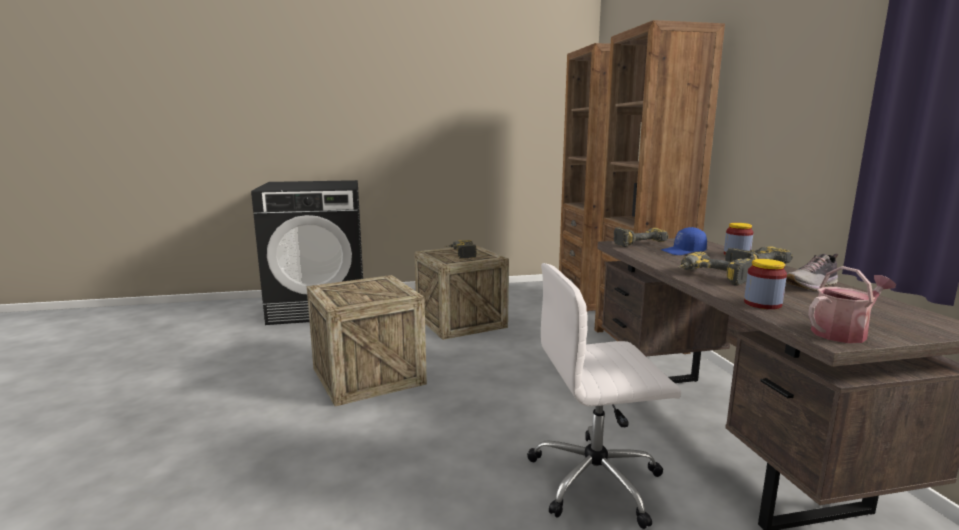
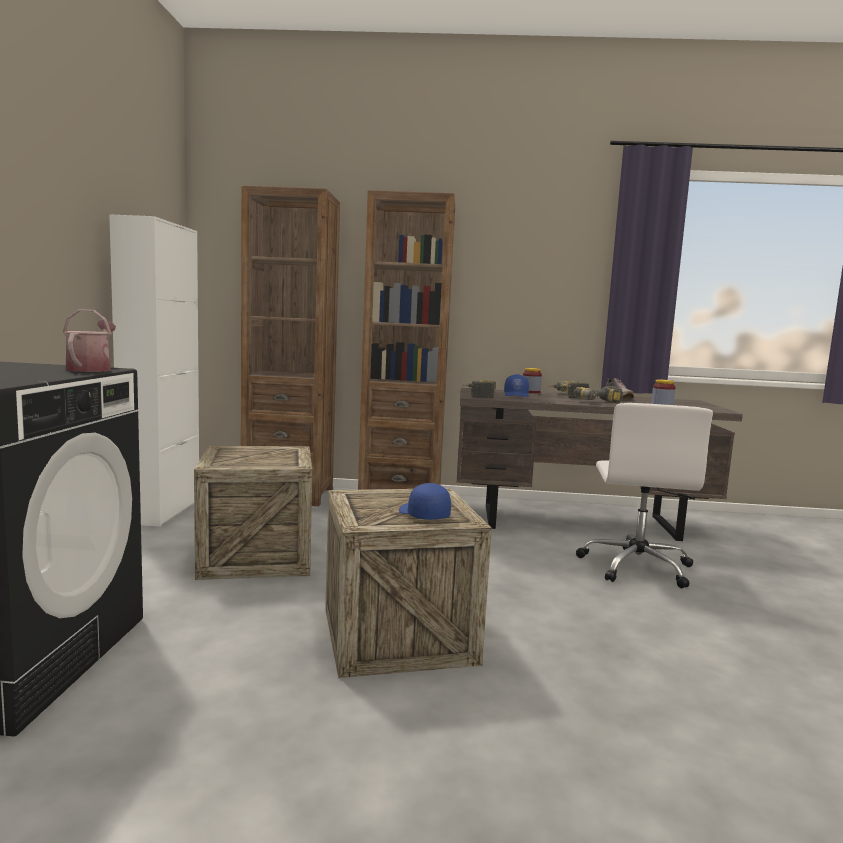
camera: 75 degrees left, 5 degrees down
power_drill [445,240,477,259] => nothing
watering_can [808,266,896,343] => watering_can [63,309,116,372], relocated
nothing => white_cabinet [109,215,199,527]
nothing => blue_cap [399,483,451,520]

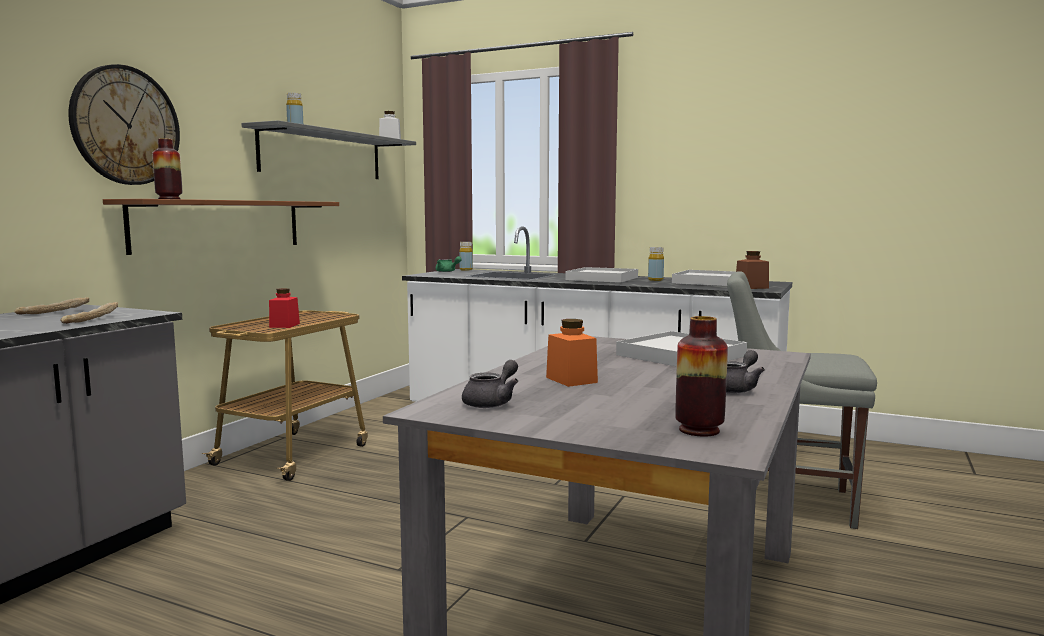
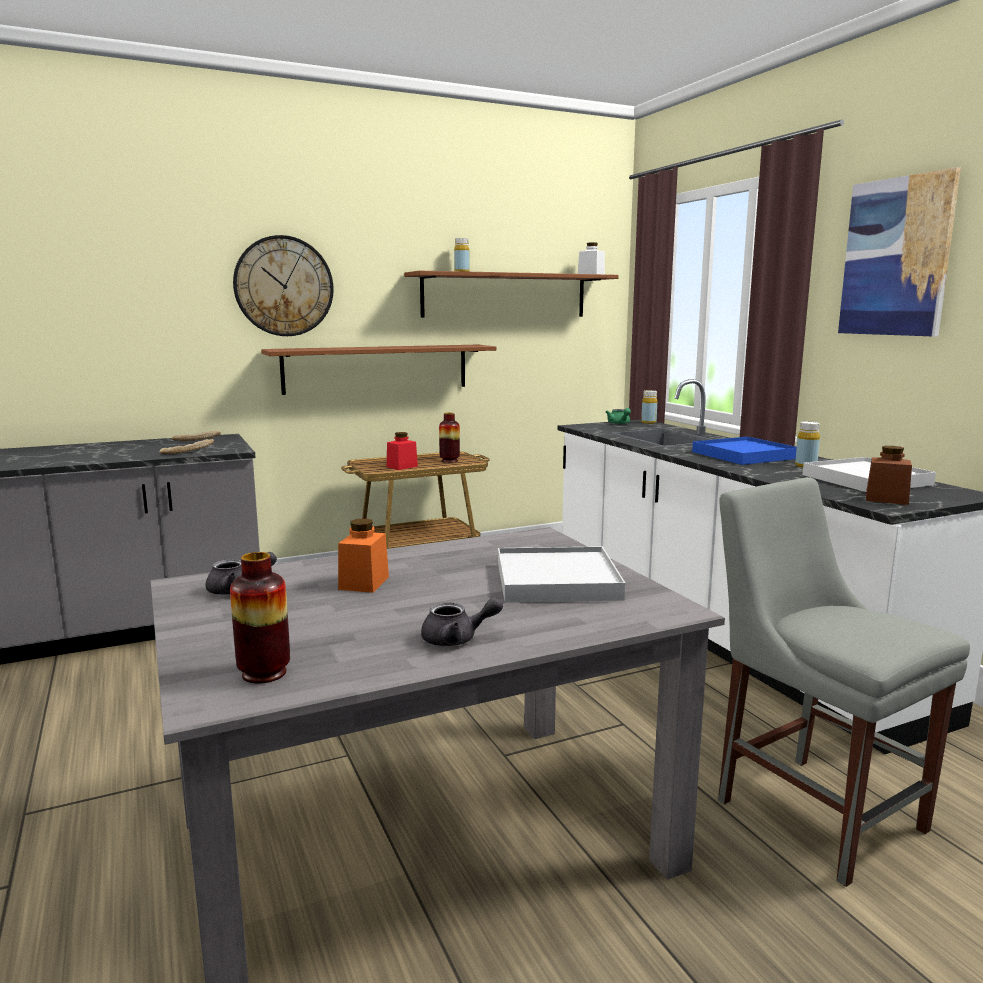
camera: 40 degrees right, 5 degrees up
vase [152,138,182,199] => vase [439,413,460,463], relocated
grey_shelf [241,120,416,179] => brown_shelf [404,271,619,317]
white_tray [565,267,638,283] => blue_tray [692,437,797,465]
nothing => picture [838,167,961,337]

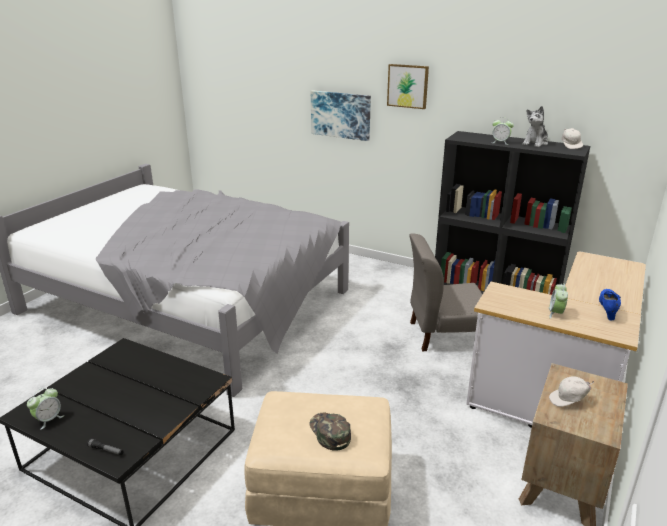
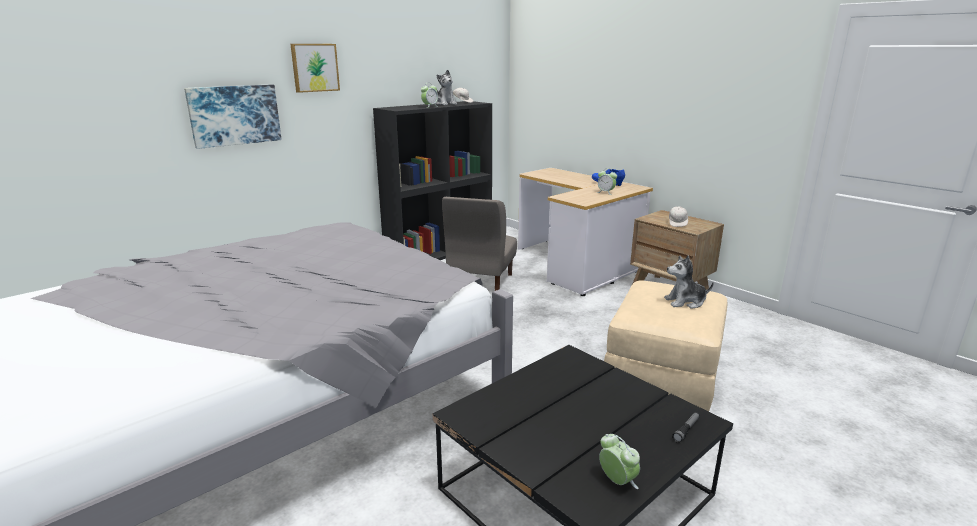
camera: 70 degrees left, 5 degrees down
green_cap [310,413,351,451] => plush_toy [664,255,714,309]

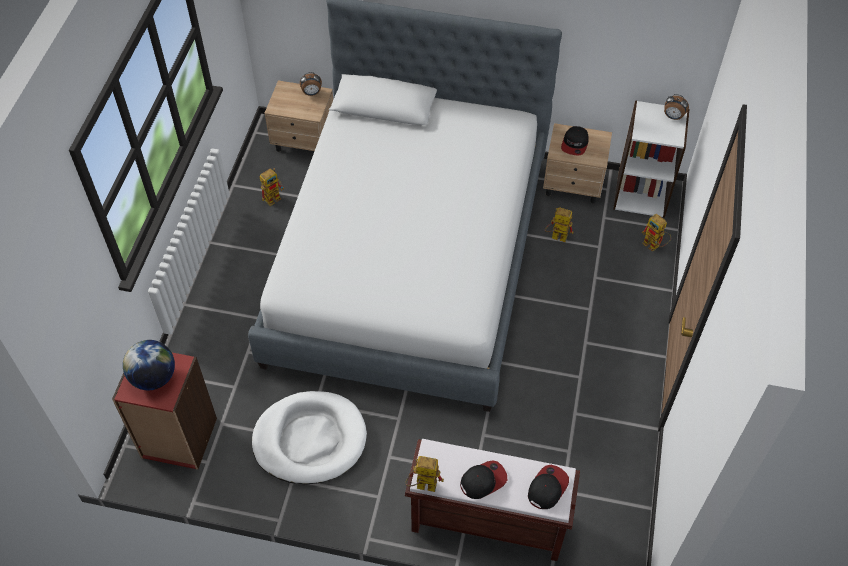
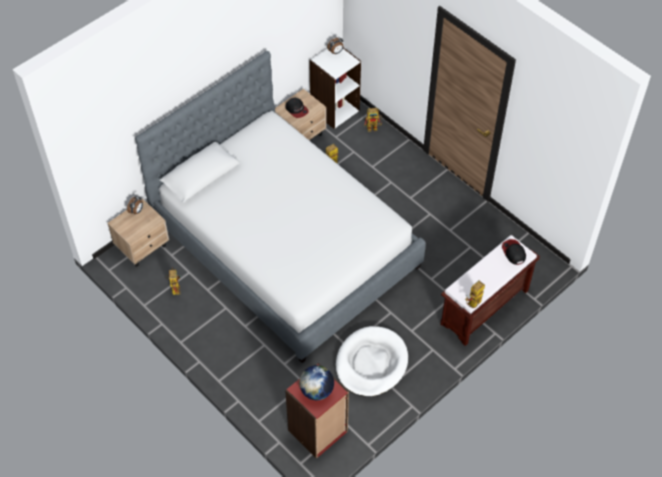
camera: 55 degrees left, 0 degrees up
cap [460,460,507,499] => nothing

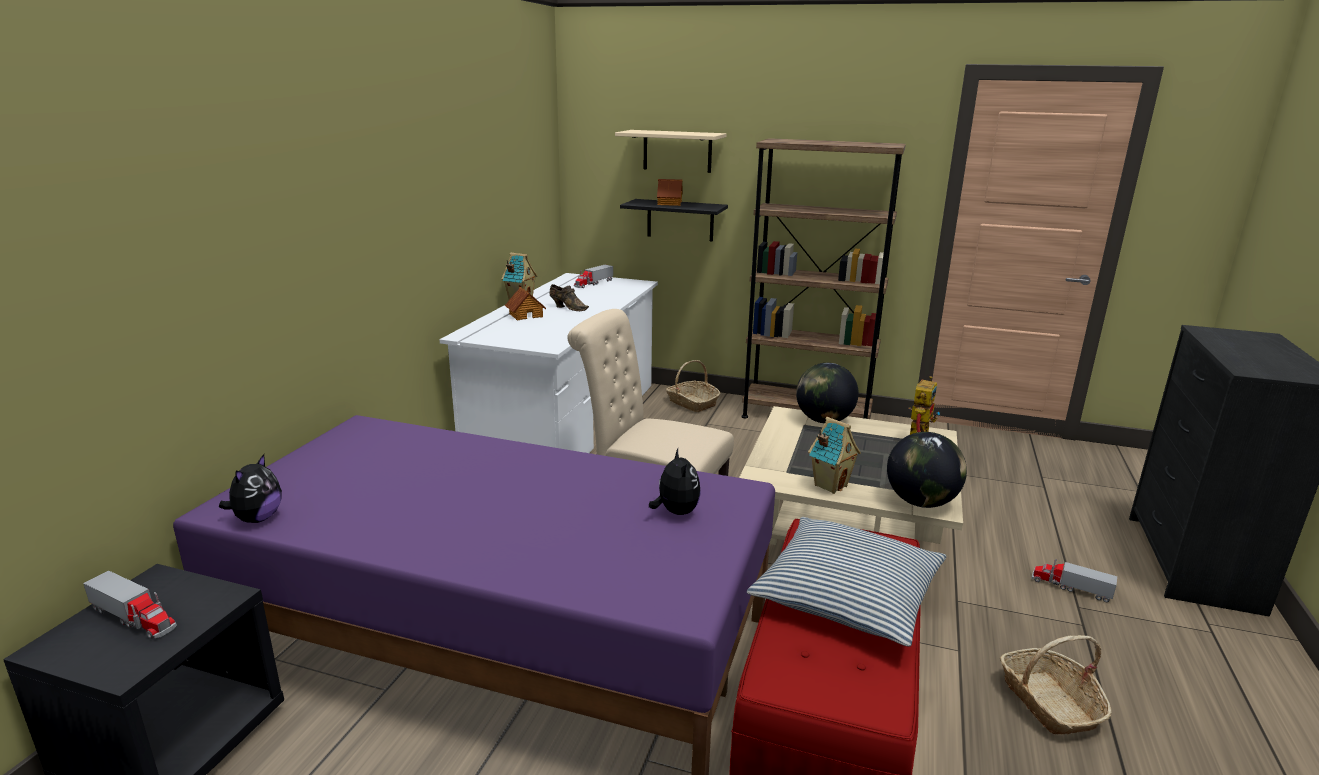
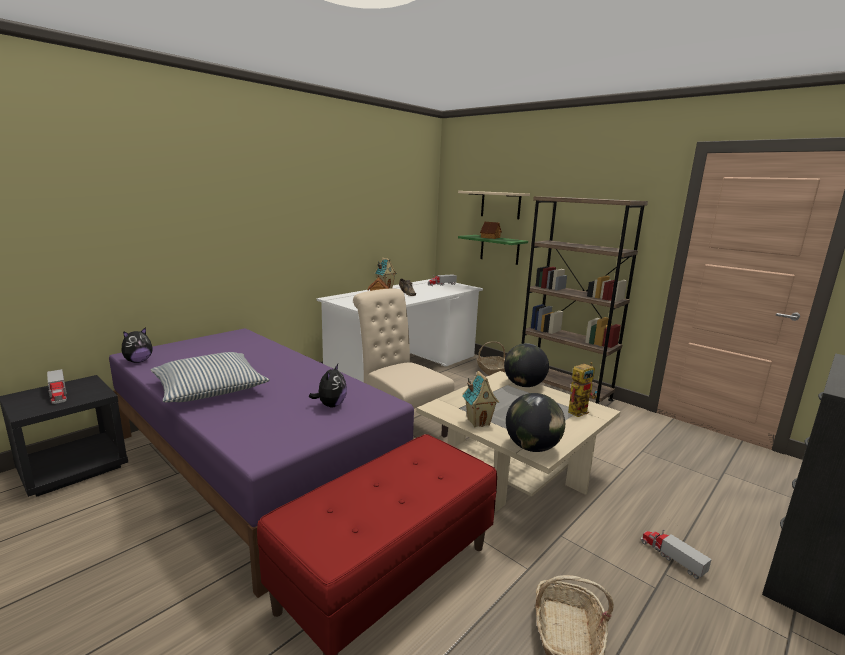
camera: 25 degrees right, 5 degrees down
black_shelf [620,199,728,242] => green_shelf [458,235,528,265]
pillow [747,517,947,647] => pillow [151,352,270,403], relocated

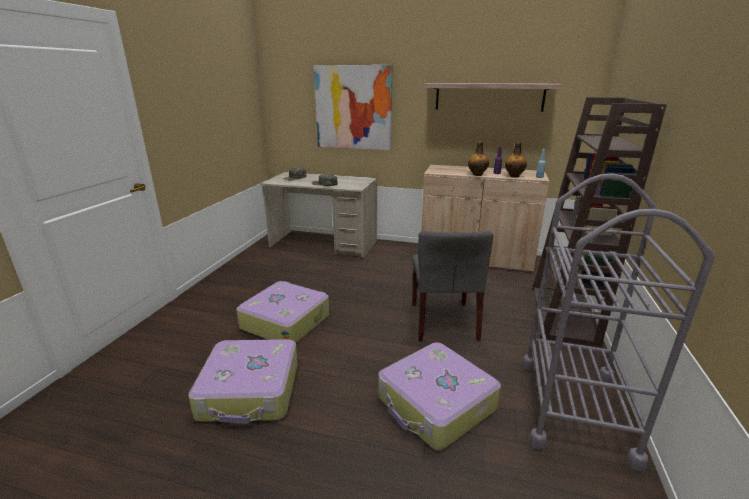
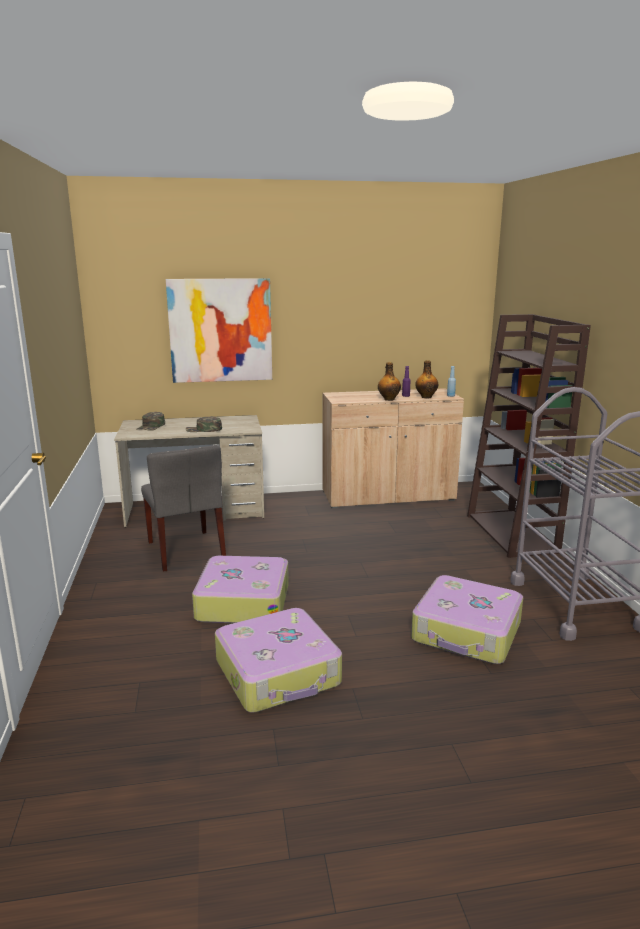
camera: 25 degrees left, 5 degrees down
grey_chair [412,231,493,342] => grey_chair [141,445,226,572], relocated
shelf [424,83,562,112] => nothing

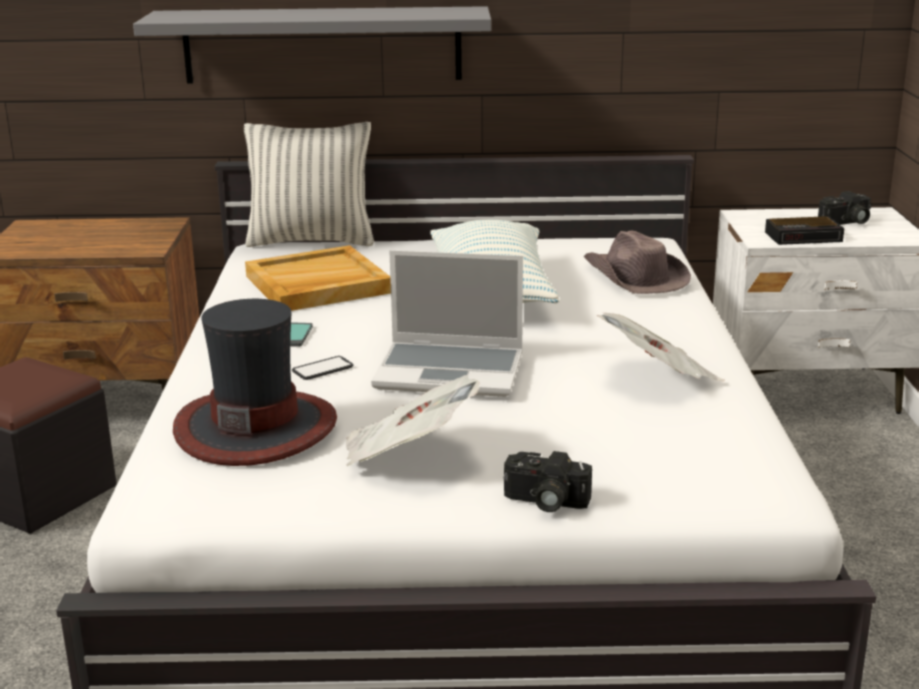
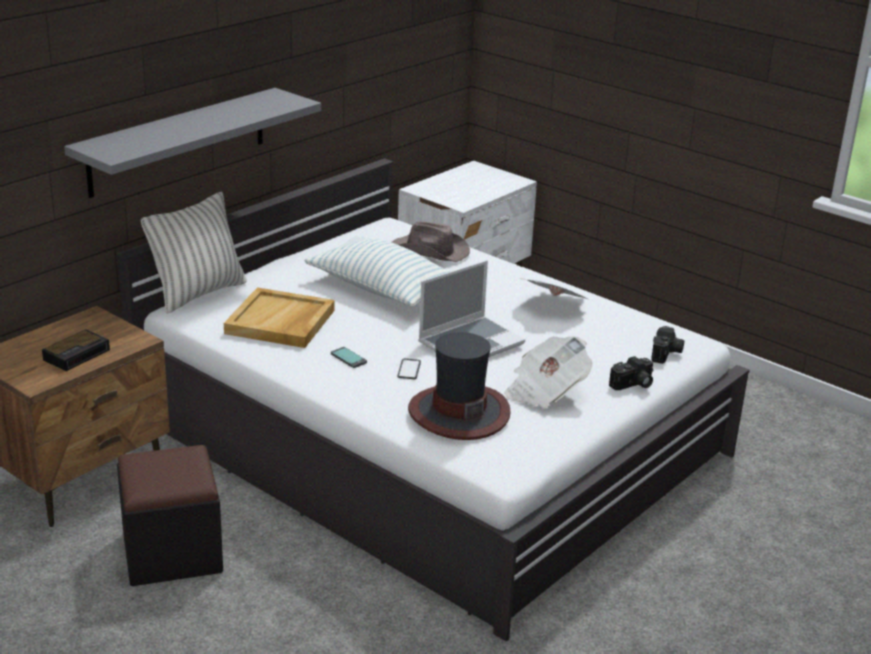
camera: 50 degrees left, 5 degrees up
alarm_clock [765,216,844,245] => alarm_clock [42,330,110,371], relocated
photo_camera [818,191,871,225] => photo_camera [651,326,684,364], relocated

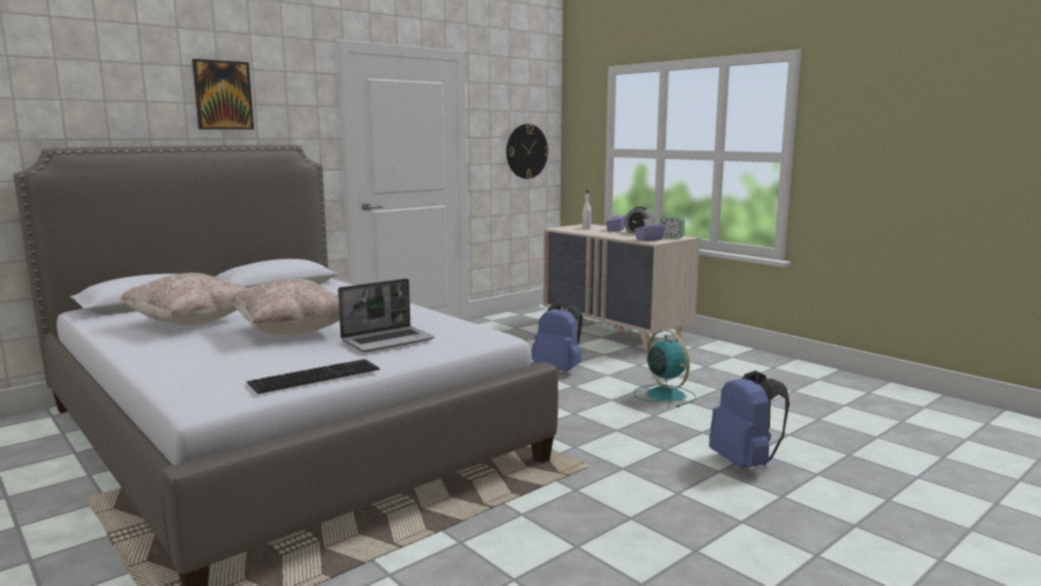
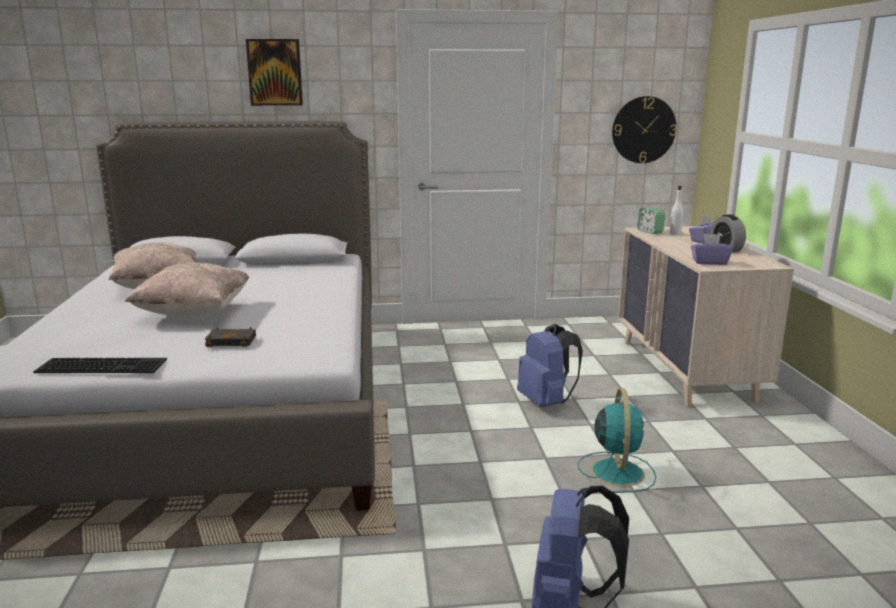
camera: 35 degrees right, 5 degrees up
laptop [338,279,435,352] => black_book [204,327,256,347]
alarm_clock [660,216,685,238] => alarm_clock [637,207,665,234], relocated

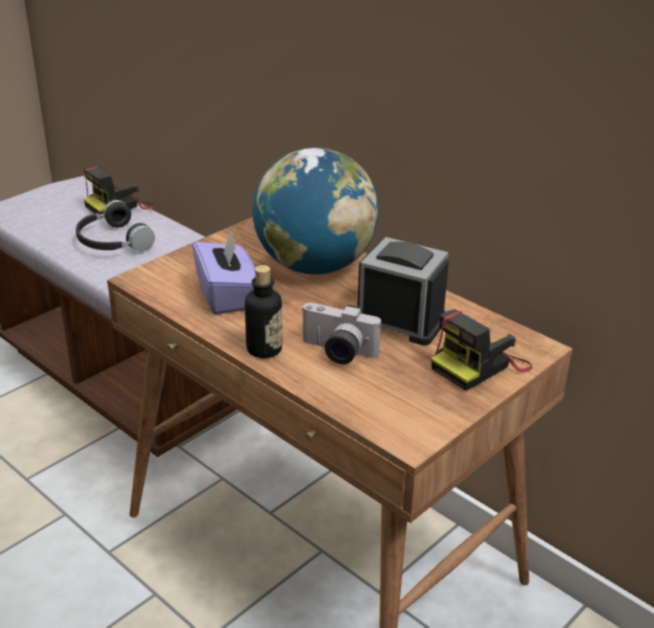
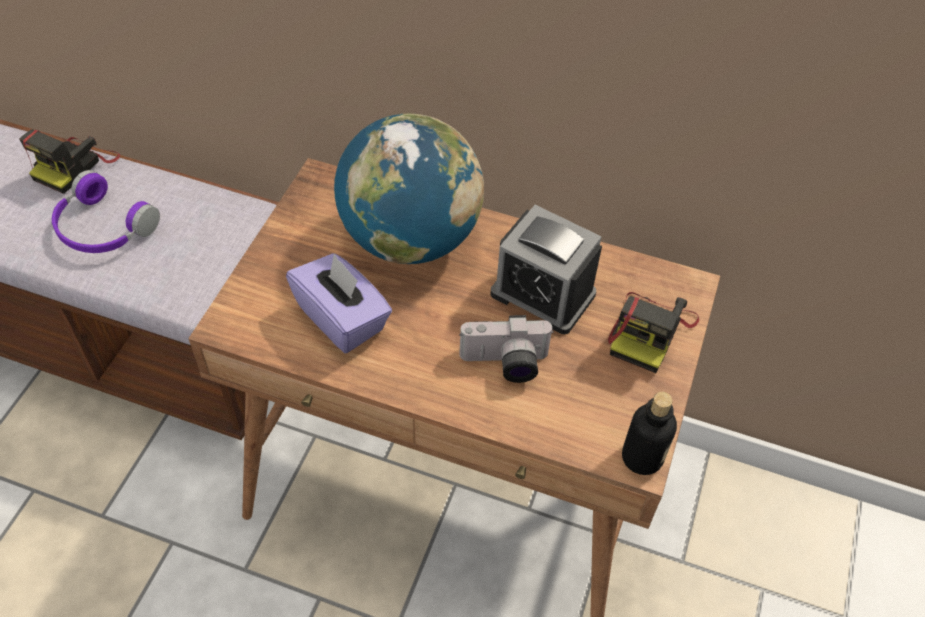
camera: 25 degrees left, 20 degrees up
black_headphones [76,200,155,252] => purple_headphones [52,170,160,253]
bottle [245,265,282,358] => bottle [622,392,677,475], relocated
alarm_clock [357,237,449,346] => alarm_clock [491,205,602,334], 150 degrees counterclockwise

